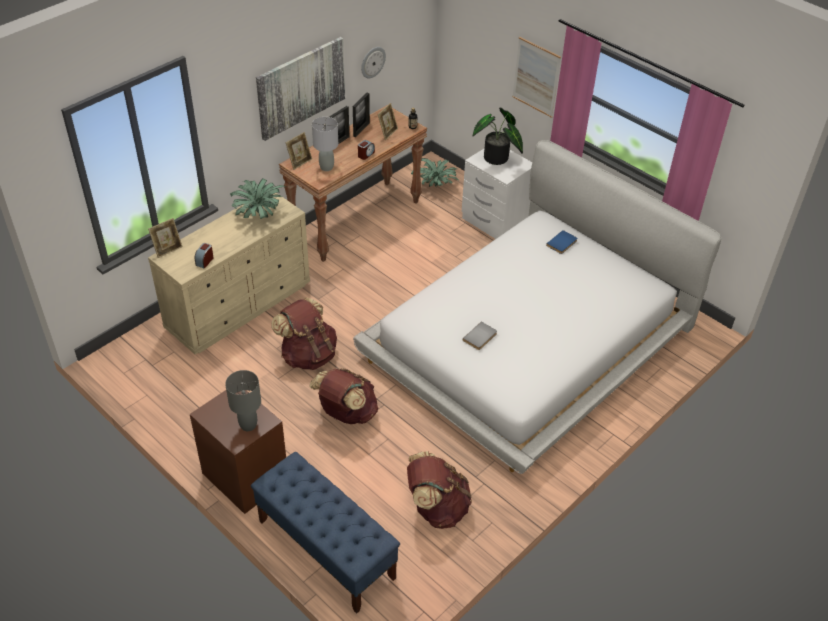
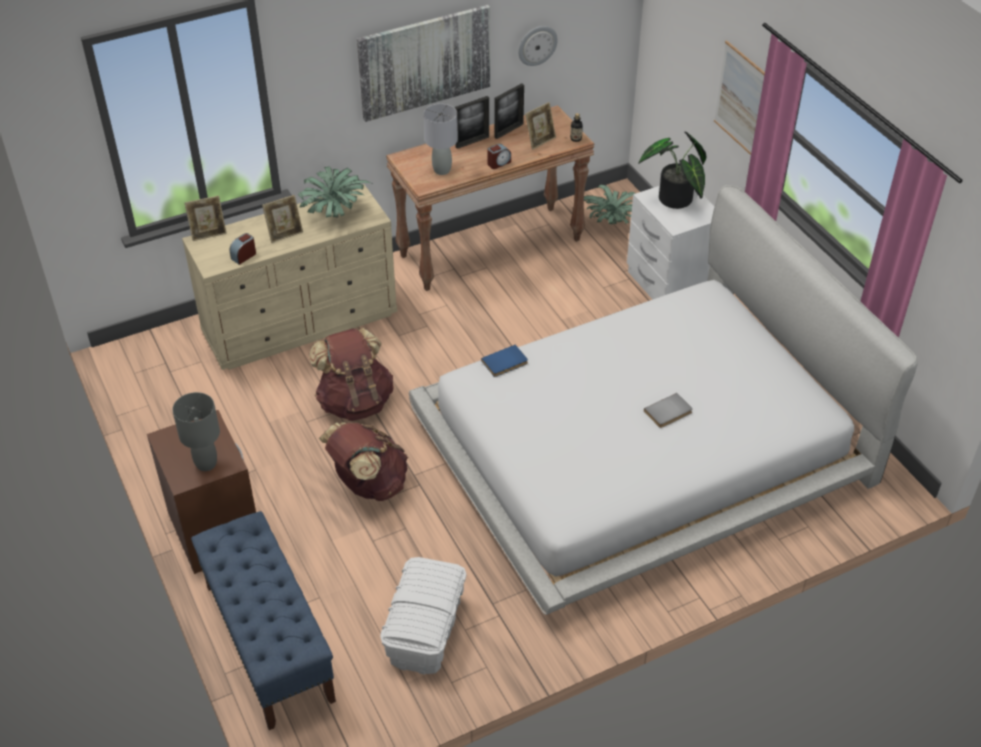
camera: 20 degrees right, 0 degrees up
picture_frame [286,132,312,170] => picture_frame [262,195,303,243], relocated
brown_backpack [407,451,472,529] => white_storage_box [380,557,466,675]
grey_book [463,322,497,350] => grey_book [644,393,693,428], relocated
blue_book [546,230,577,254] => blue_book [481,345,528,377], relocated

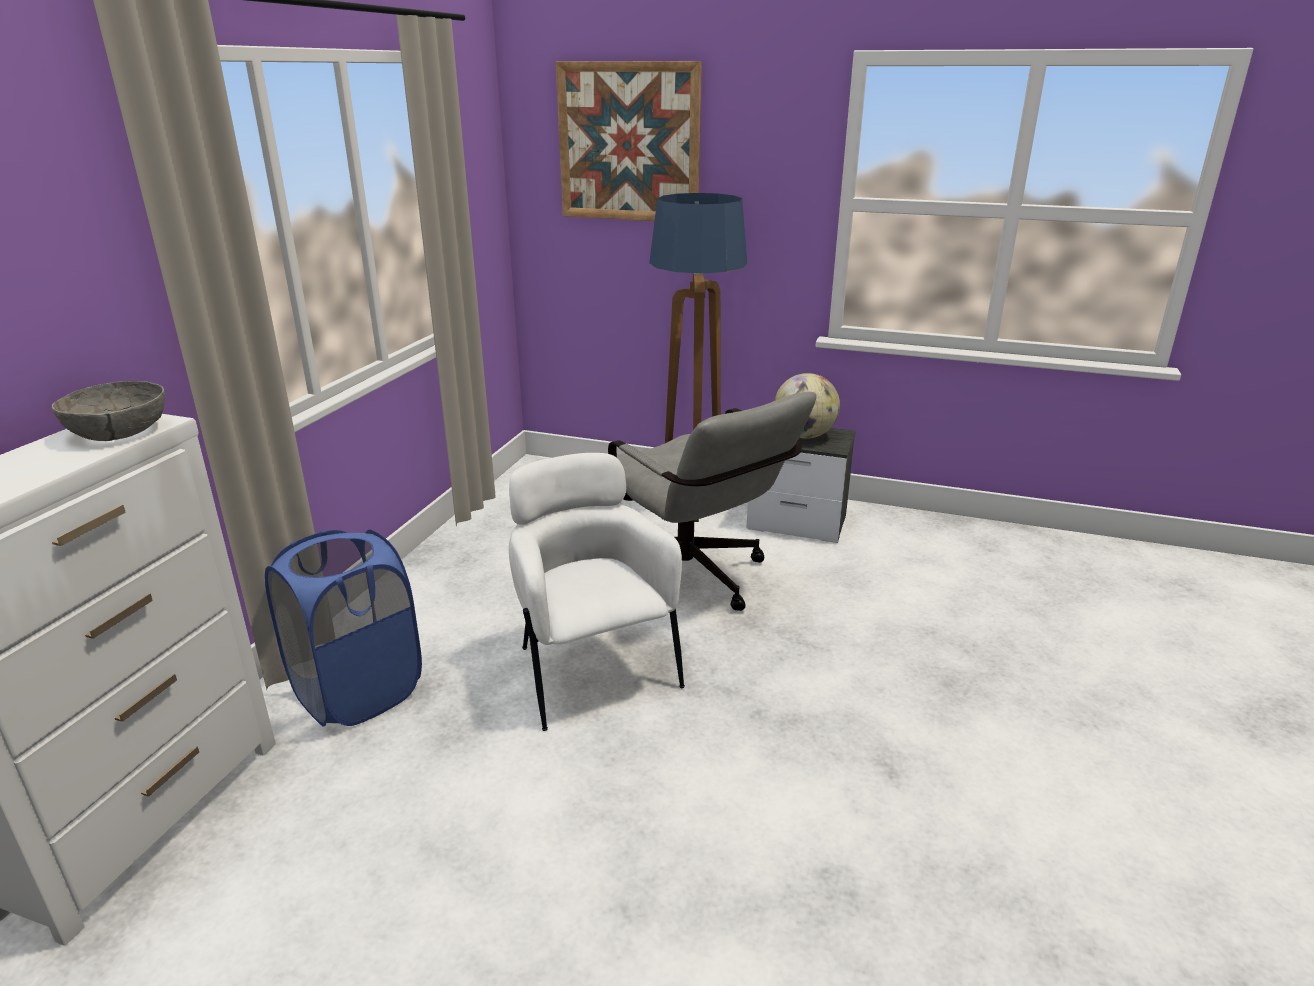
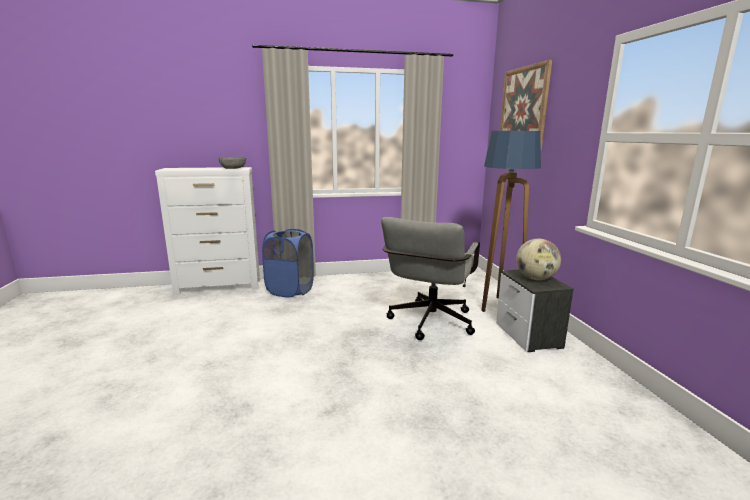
camera: 60 degrees right, 10 degrees down
white_armchair [509,453,685,731] => nothing

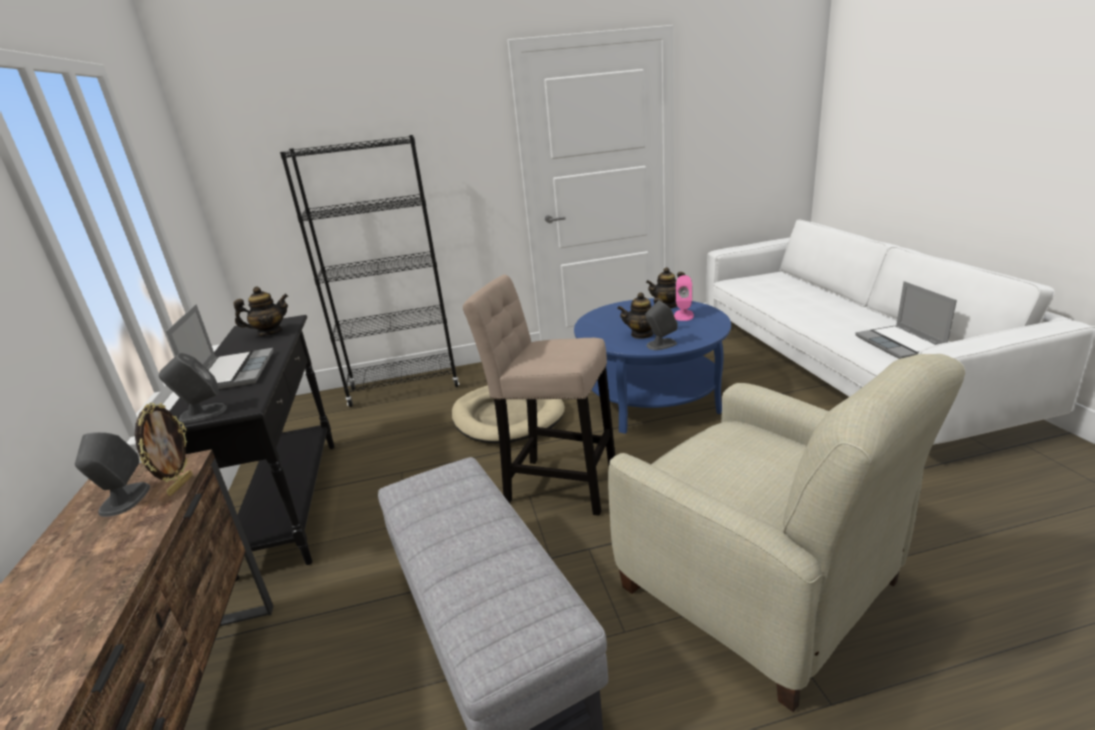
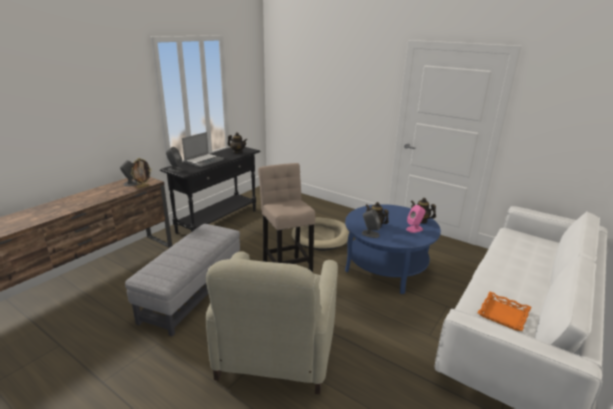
camera: 45 degrees right, 0 degrees up
black_bookcase [280,135,459,407] => nothing
laptop [855,281,957,359] => orange_tray [478,291,532,331]

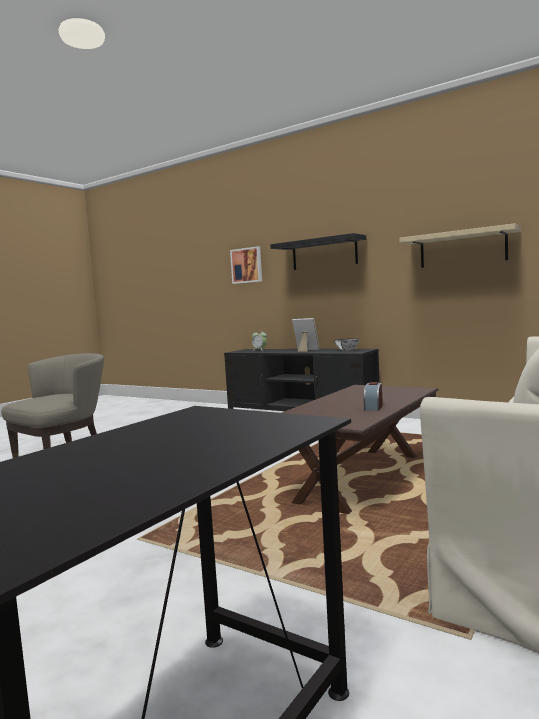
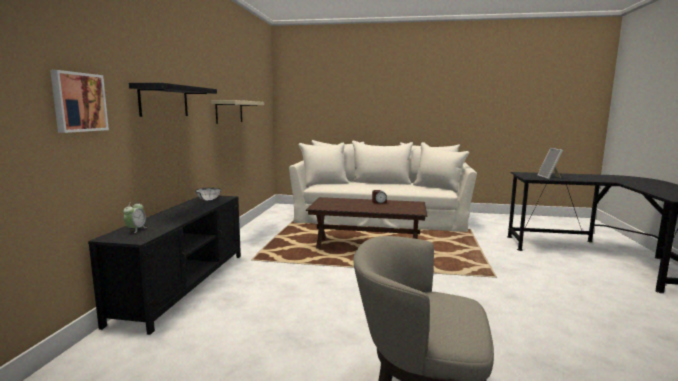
camera: 115 degrees left, 5 degrees up
picture_frame [292,318,320,352] => picture_frame [537,148,563,179], relocated

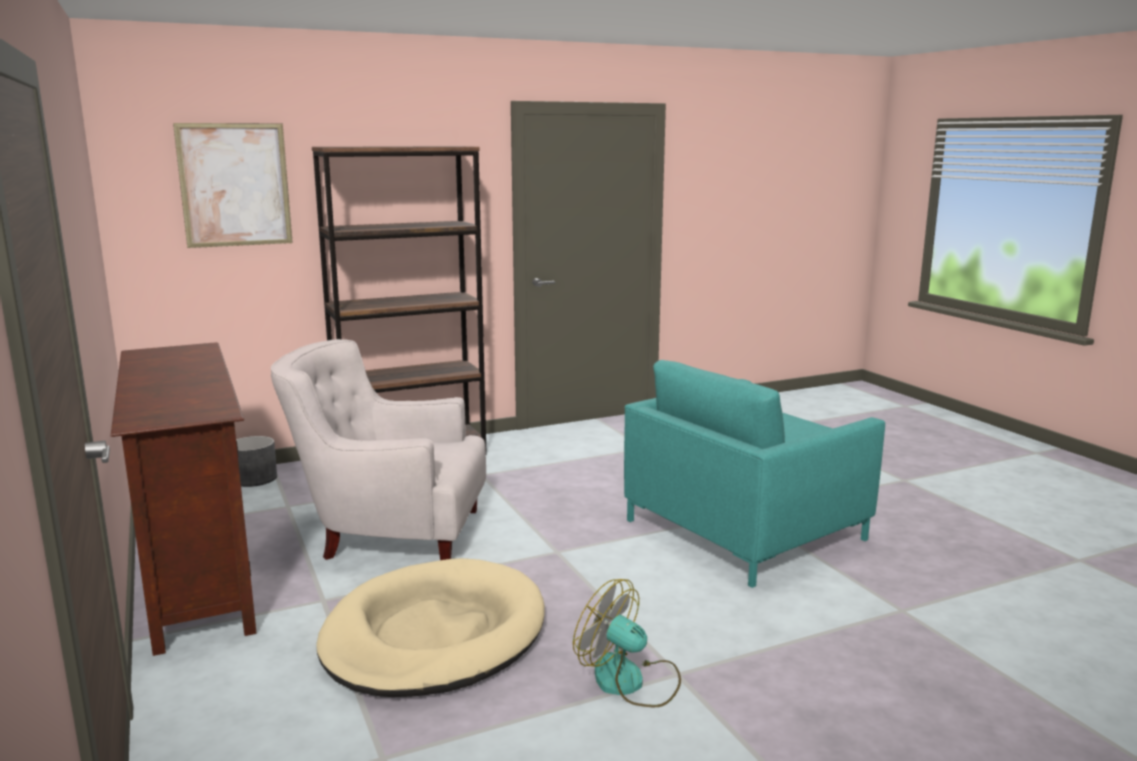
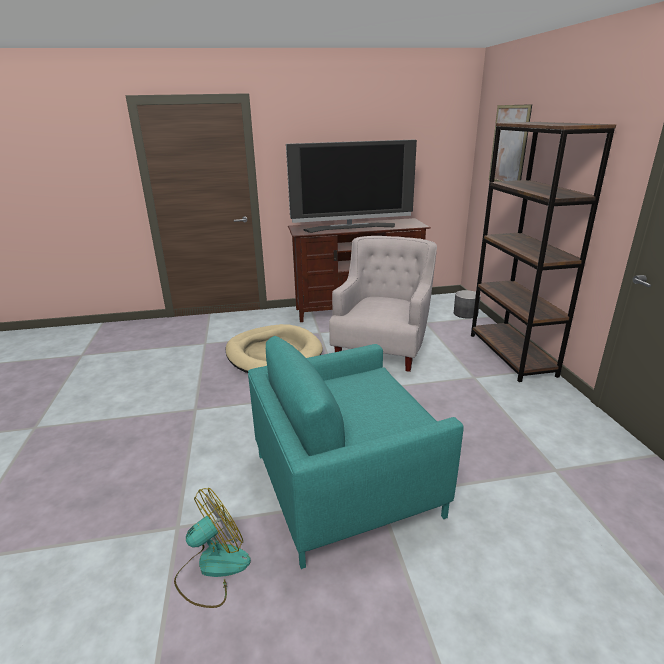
camera: 105 degrees right, 10 degrees up
fan [573,579,681,707] => fan [174,488,251,608], relocated
turquoise_armchair [624,360,885,588] => turquoise_armchair [248,336,464,569], 90 degrees counterclockwise
nothing => television [286,140,417,233]

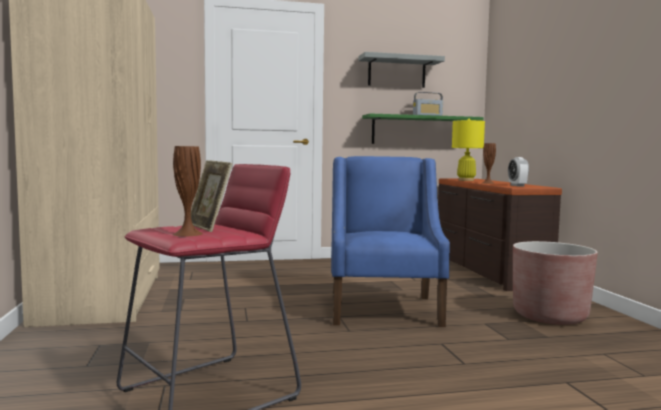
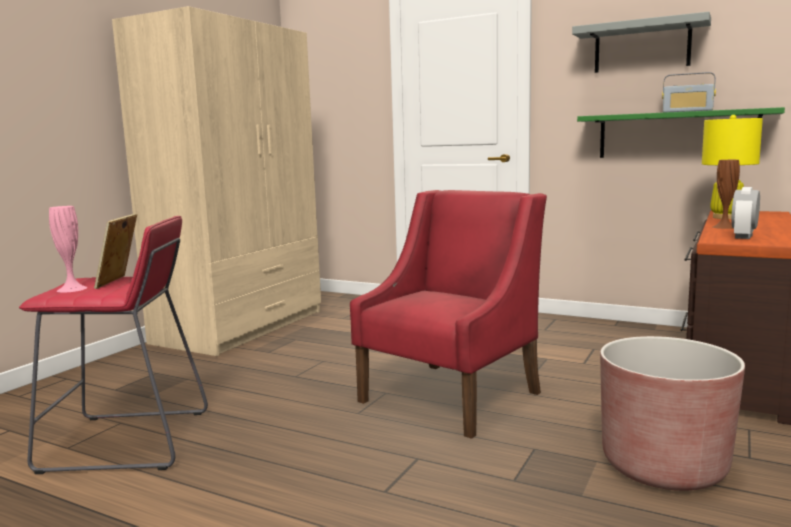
camera: 40 degrees right, 5 degrees up
brown_vase [173,146,203,236] => pink_vase [49,206,87,293]
blue_armchair [331,156,450,327] => red_armchair [350,190,547,439]

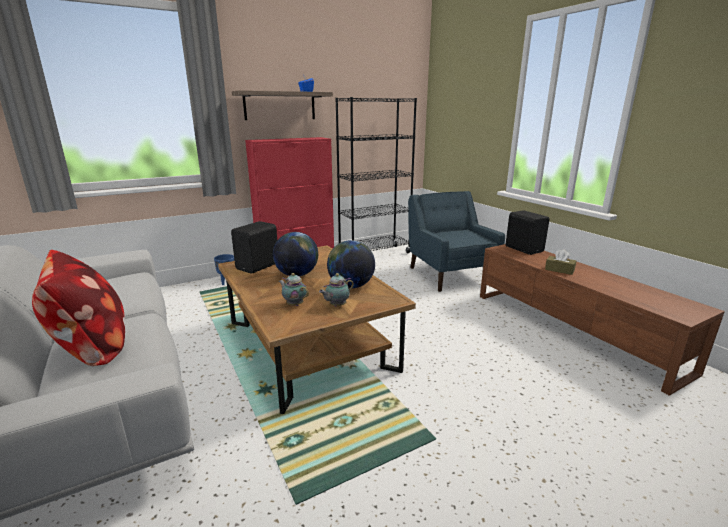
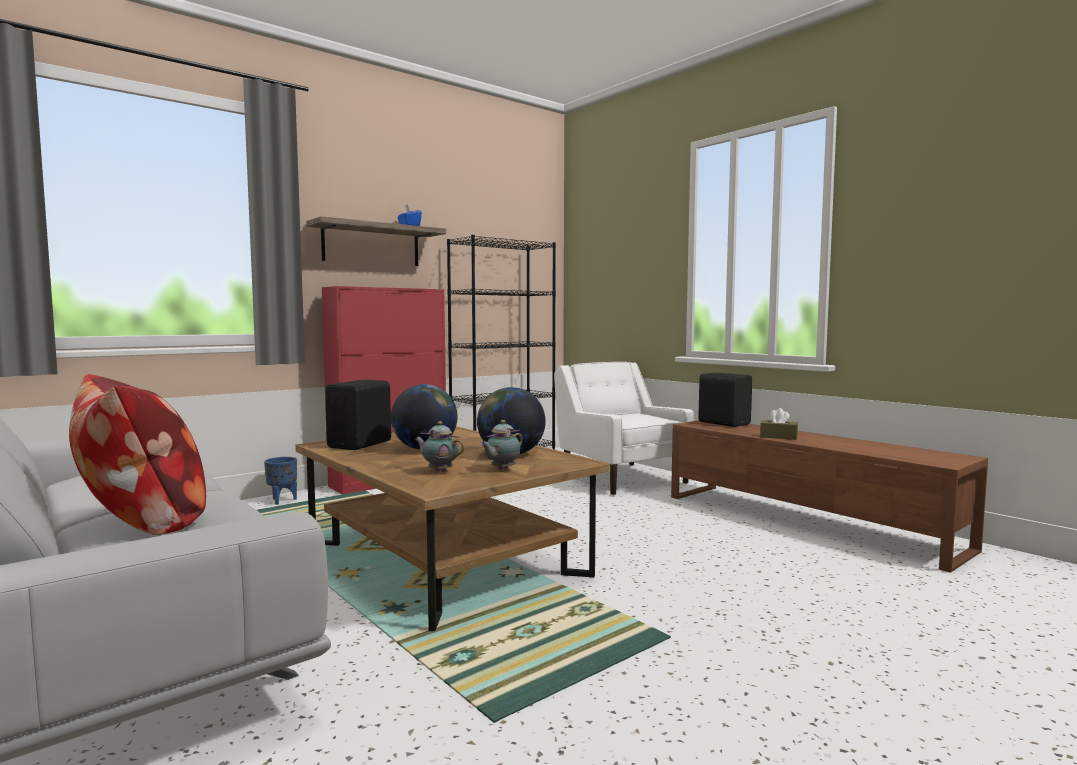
camera: 10 degrees left, 15 degrees down
blue_armchair [408,191,505,292] => white_armchair [554,362,694,495]

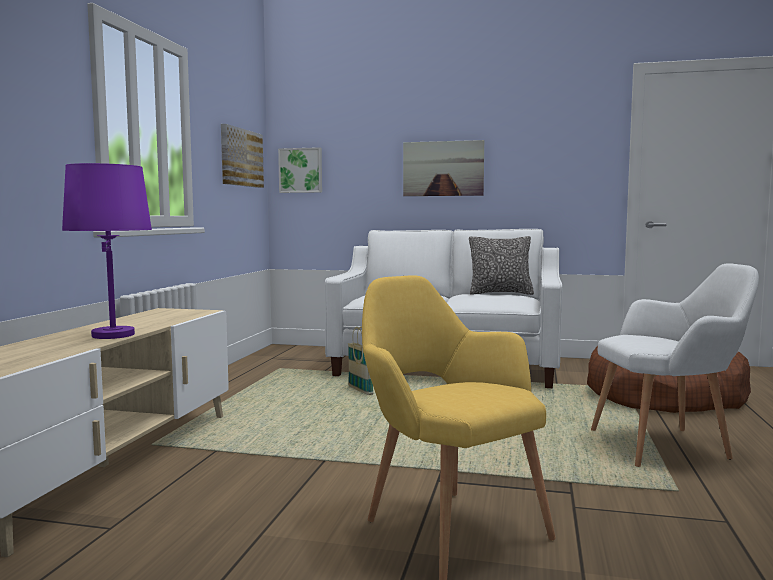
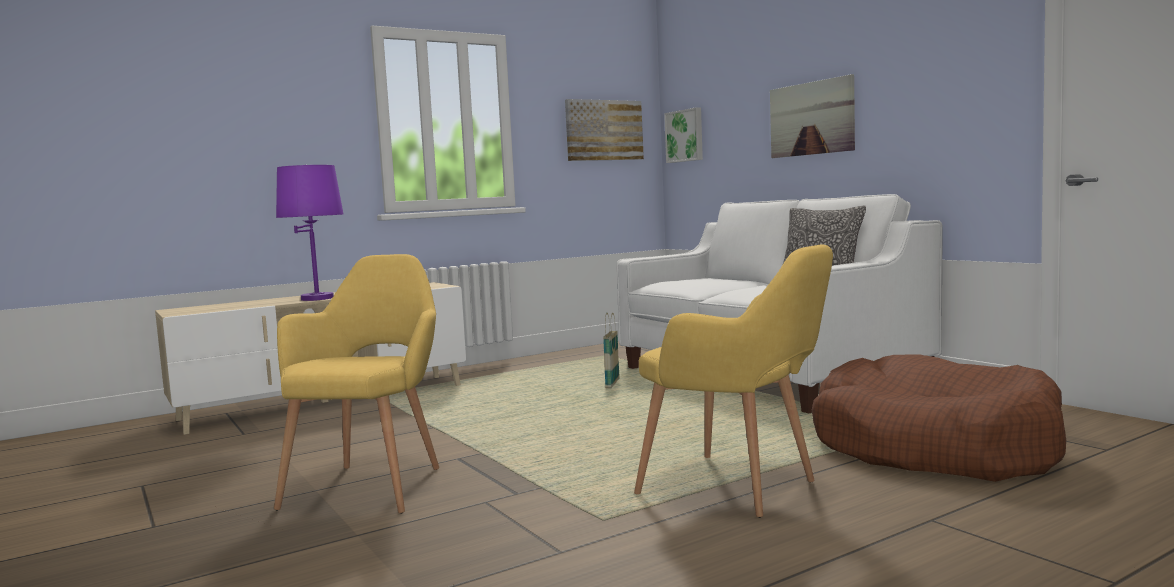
camera: 45 degrees right, 0 degrees up
white_armchair [591,263,759,467] => yellow_armchair [634,244,833,518]

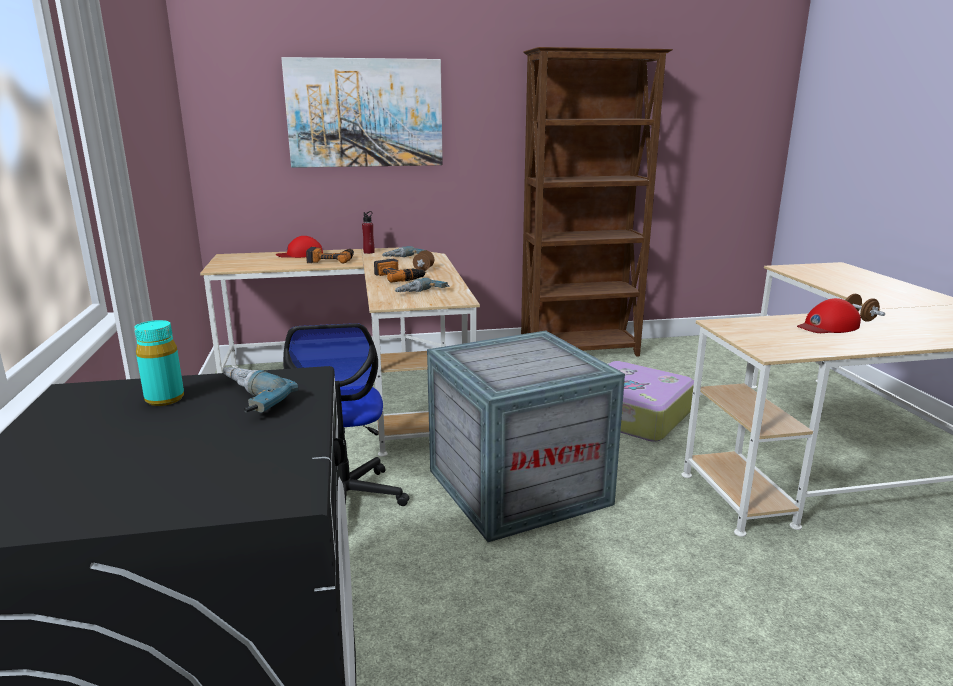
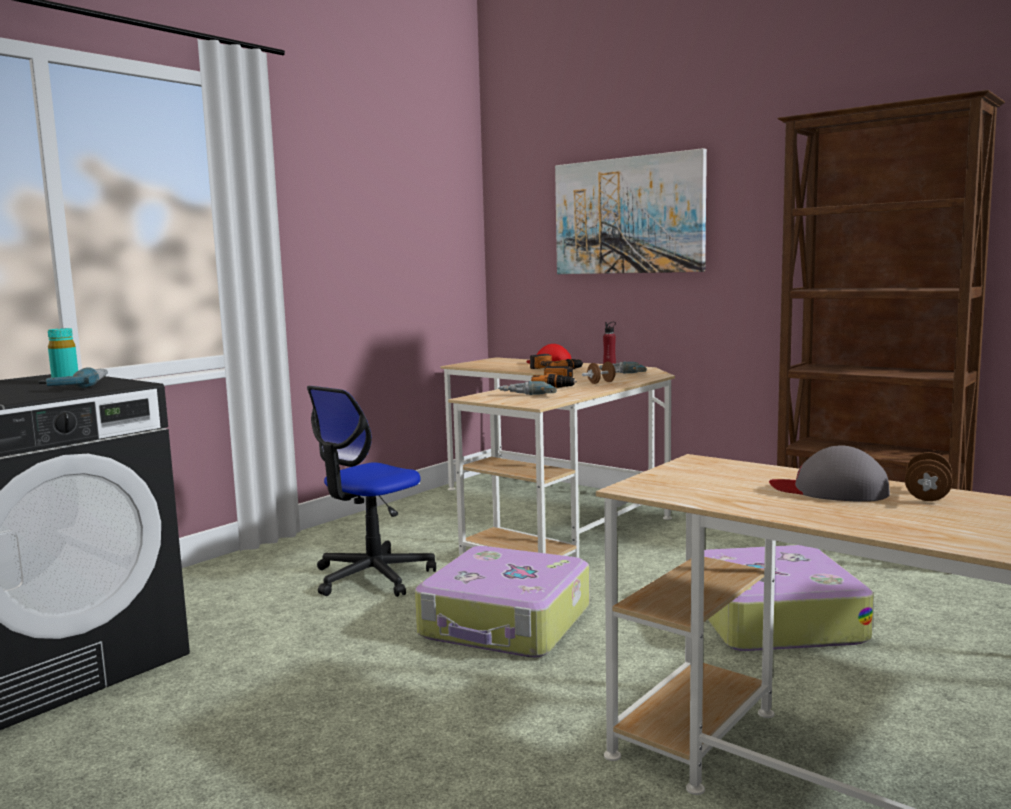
camera: 50 degrees right, 10 degrees down
crate [427,331,625,542] => suitcase [415,546,589,658]
red_cap [797,298,861,333] => grey_cap [769,445,890,502]

